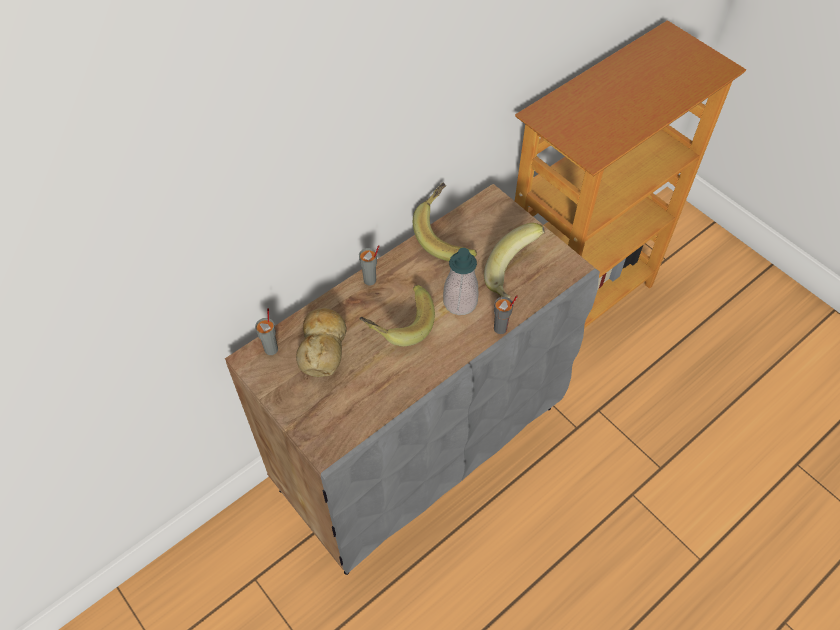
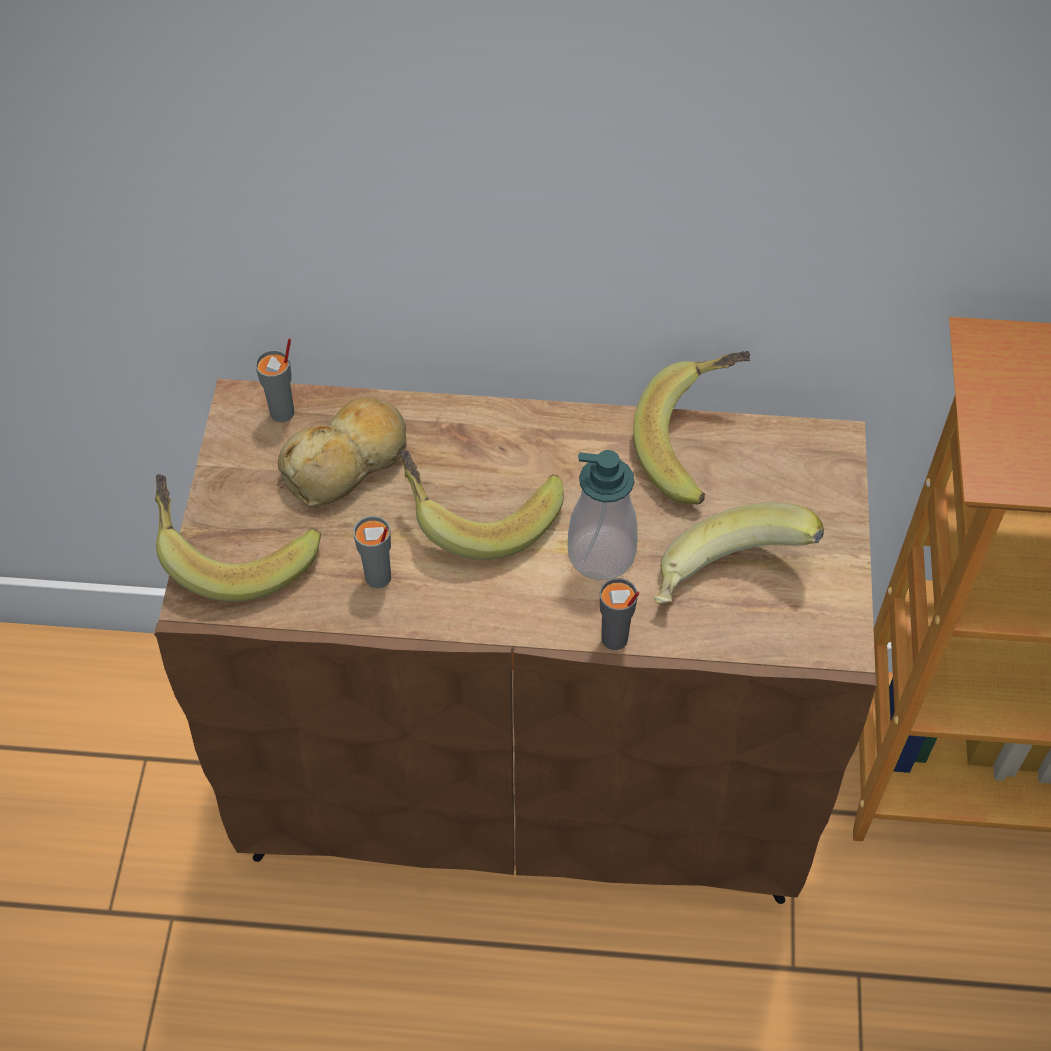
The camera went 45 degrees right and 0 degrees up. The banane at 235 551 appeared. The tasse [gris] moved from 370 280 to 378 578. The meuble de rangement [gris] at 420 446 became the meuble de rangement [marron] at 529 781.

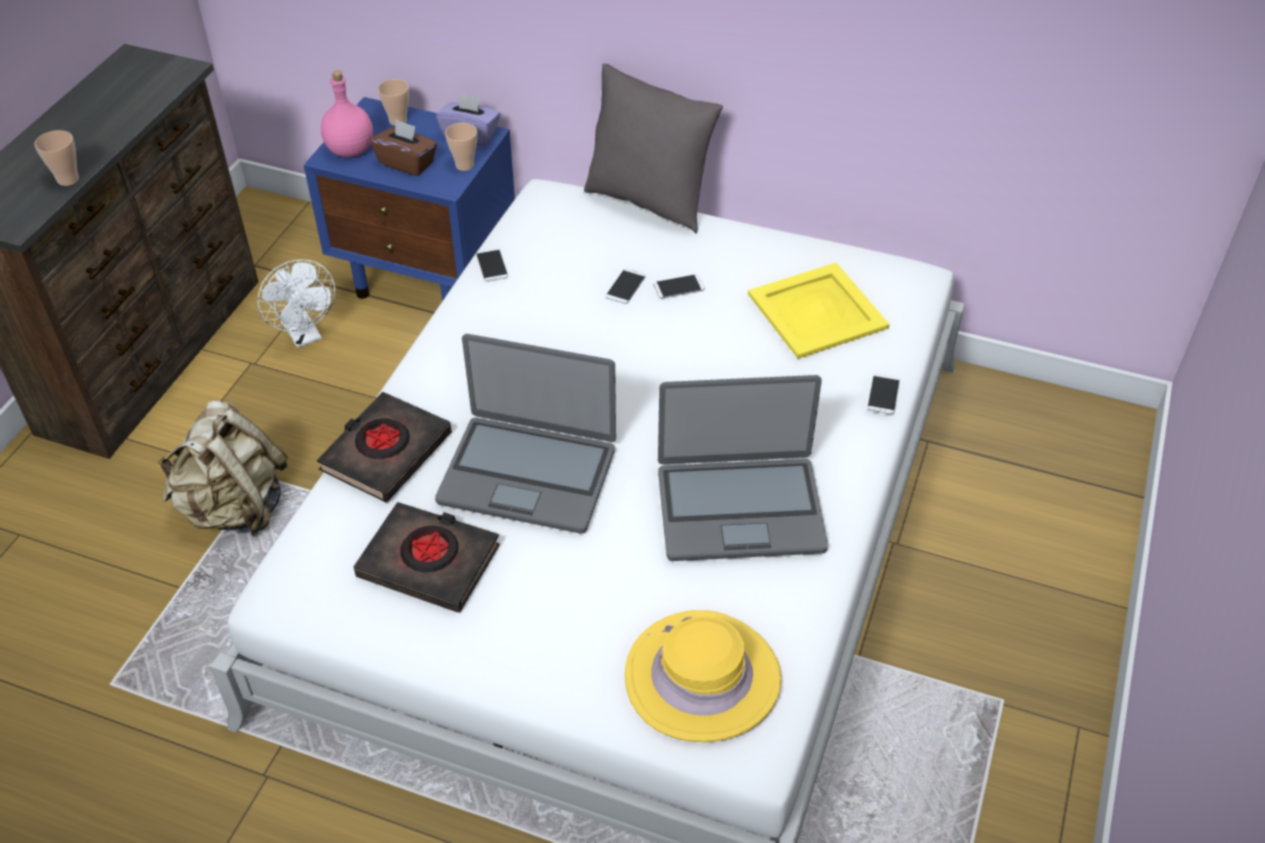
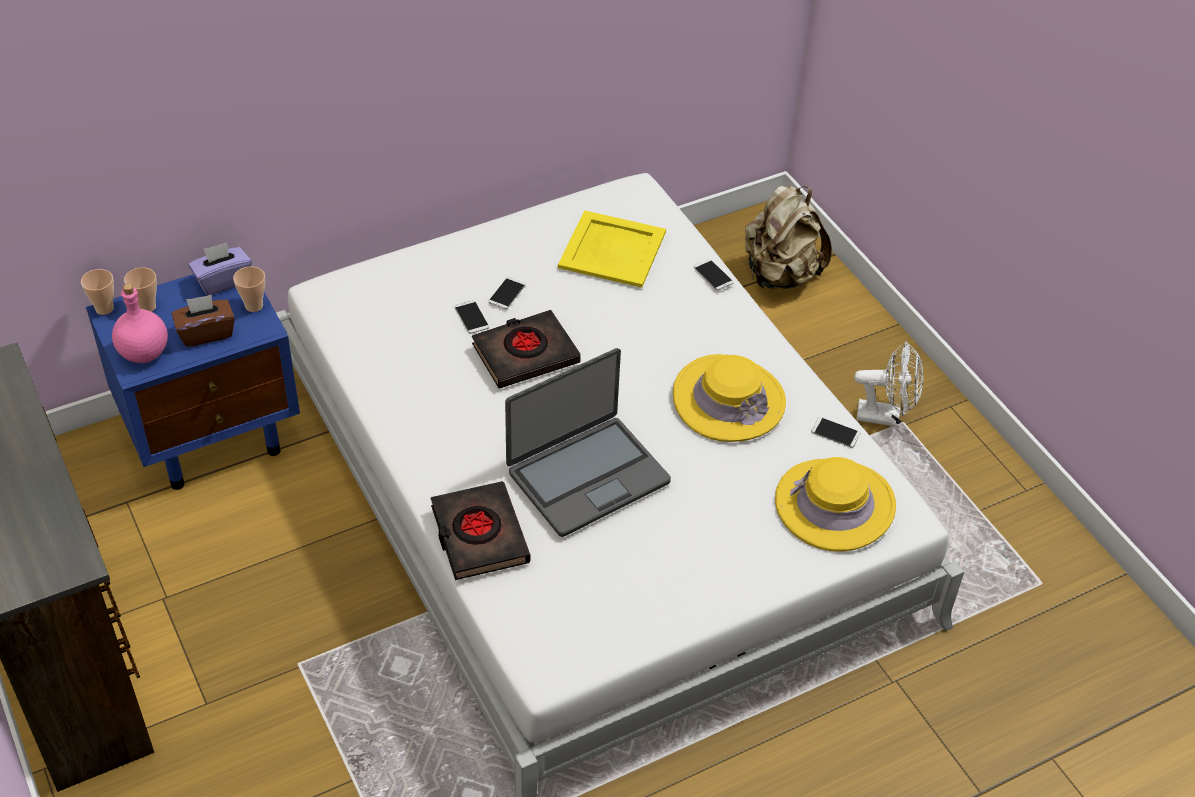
The camera went 50 degrees left and 0 degrees up. The coussin [gris] at 649 201 disappeared. The tasse moved from 68 179 to 104 308. The sac à dos [beige] moved from 235 508 to 780 275. The ventilateur [blanc] moved from 305 335 to 885 416. The livre [noir] moved from 429 562 to 525 354. The téléphone moved from 492 265 to 835 433. The ordinateur portable at 740 508 was replaced by the chapeau [jaune] at 728 400.

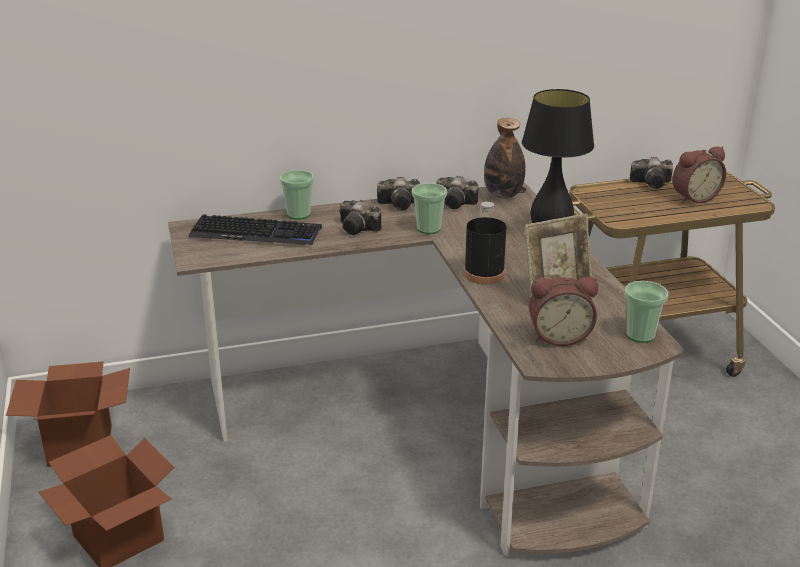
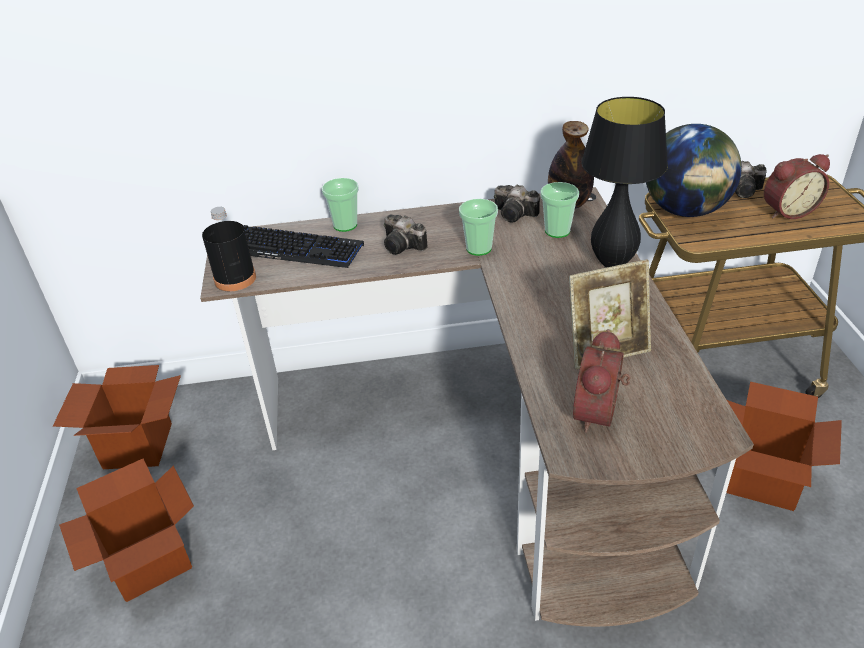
The camera went 10 degrees right and 10 degrees up. The appareil photo at 401 204 disappeared. The globe at 685 210 appeared. The carton at 762 479 appeared. The bouteille [noir] moved from 484 274 to 235 279. The tasse moved from 640 335 to 557 231. The réveil at 559 336 turned 105 degrees clockwise.

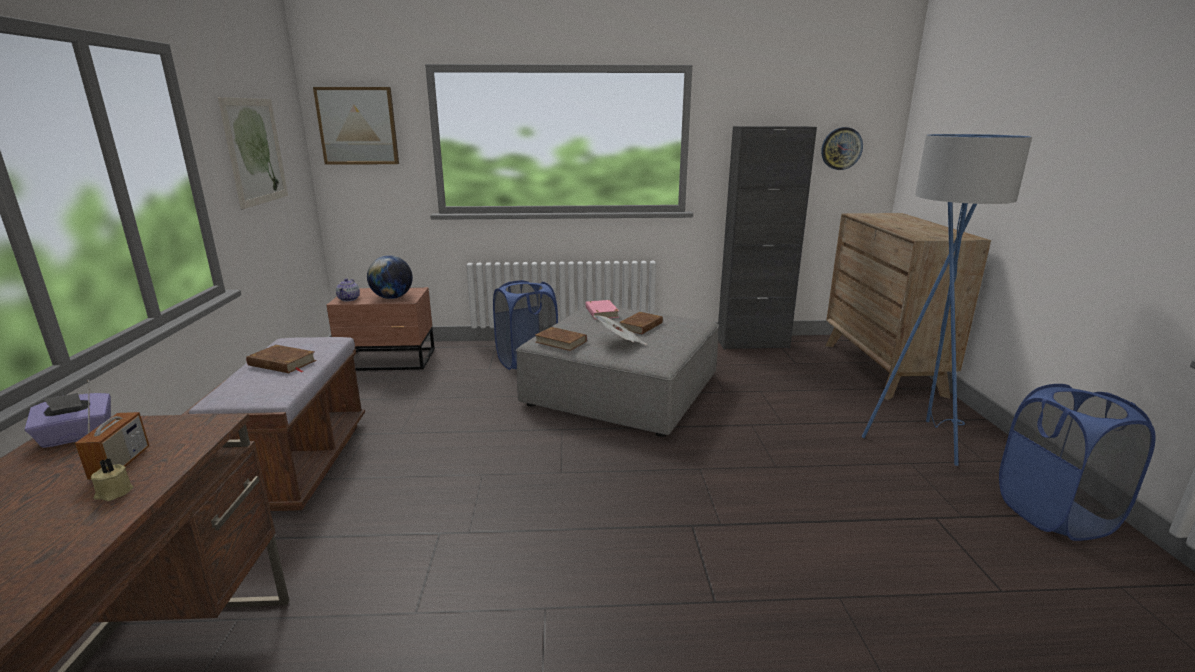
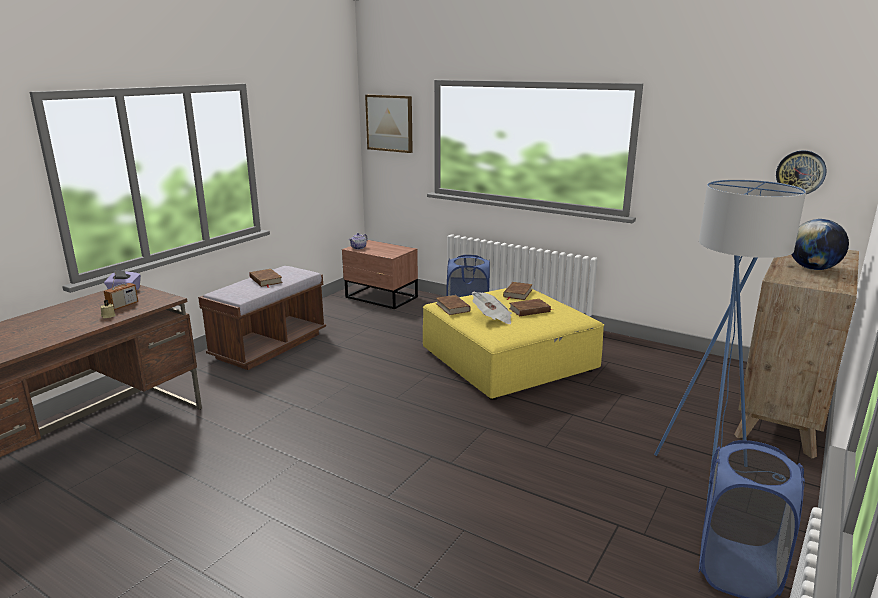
The camera went 35 degrees right and 0 degrees up. The tableau at 255 151 disappeared. The meuble de rangement [noir] at 752 343 disappeared. The globe moved from 392 297 to 813 268. The pouf [gris] at 622 390 became the pouf [jaune] at 508 360. The livre [rose] at 601 312 became the livre [marron] at 517 293.

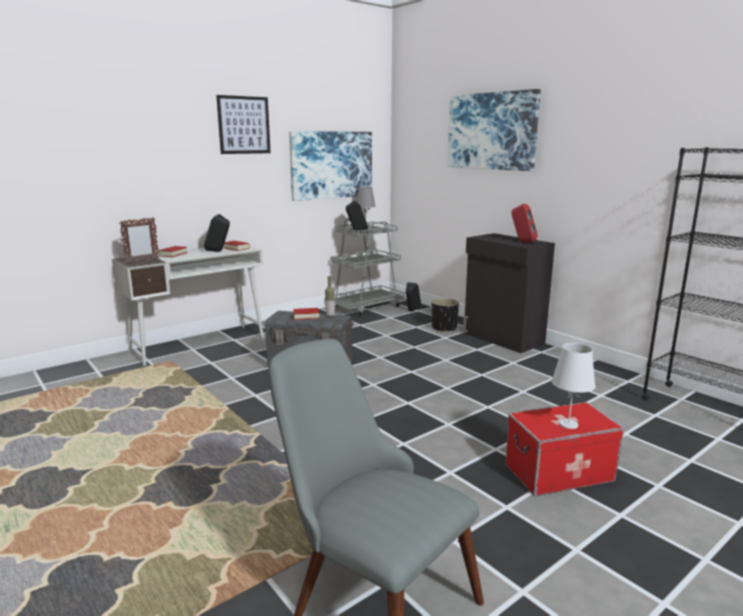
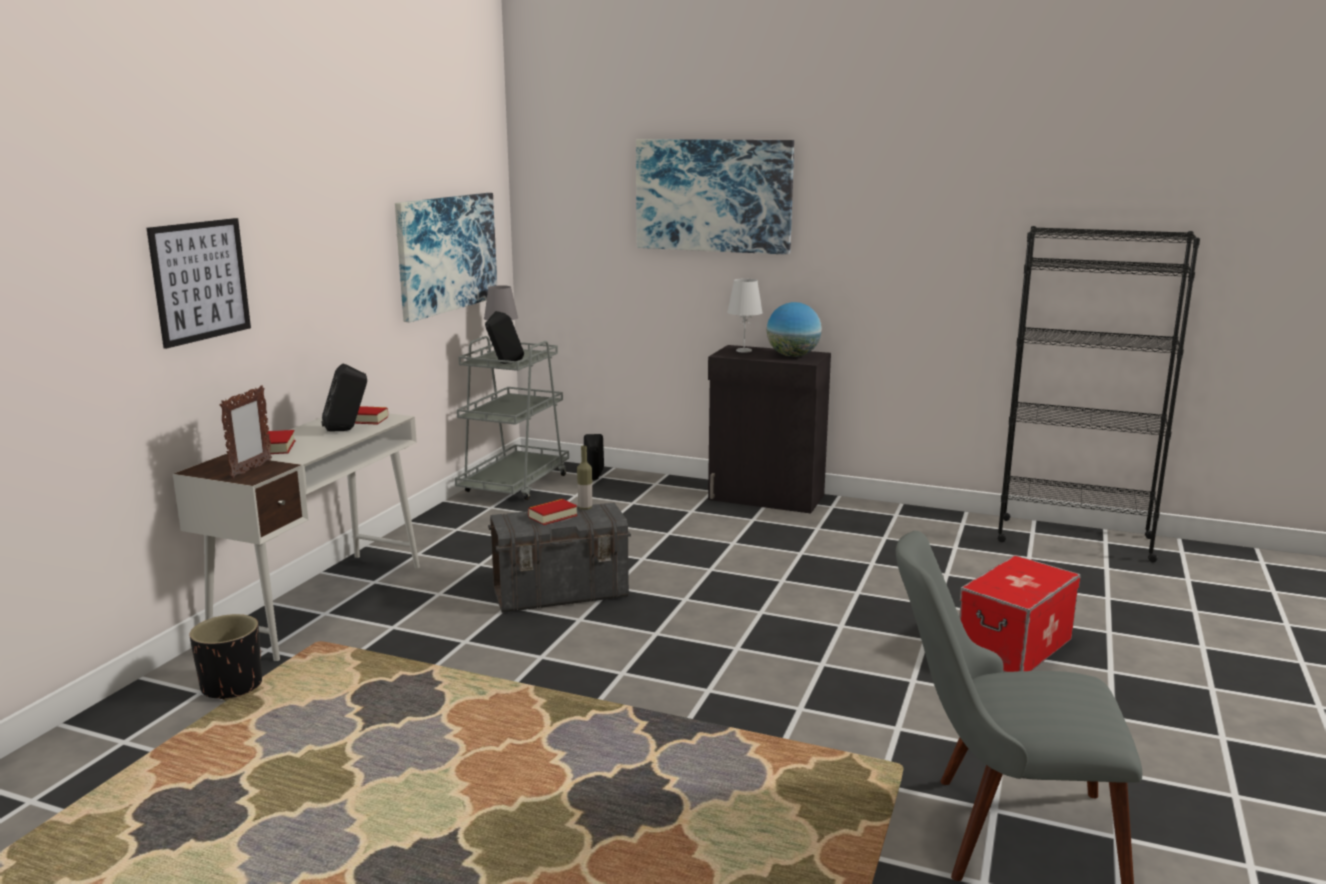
The camera went 30 degrees left and 0 degrees up. The tableau moved from 244 125 to 200 281. The cache-pot [noir] moved from 444 328 to 232 686. The lampe de table [blanc] moved from 568 424 to 744 350. The enceinte [rouge] at 522 242 was replaced by the globe at 793 356.

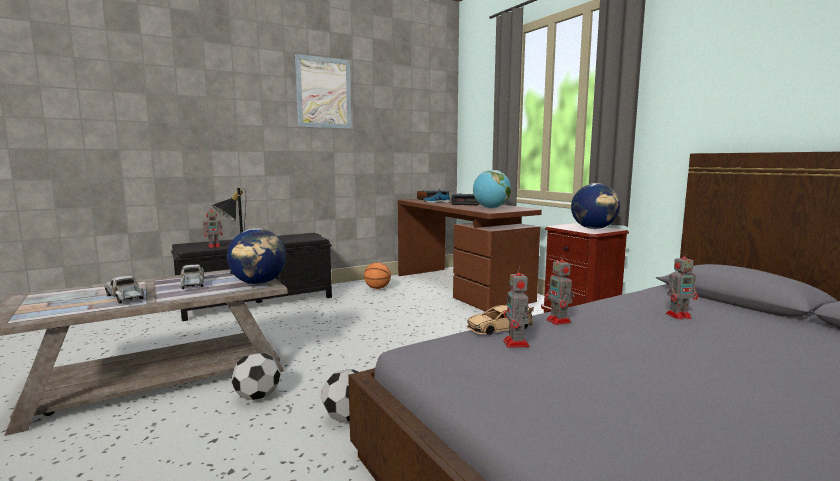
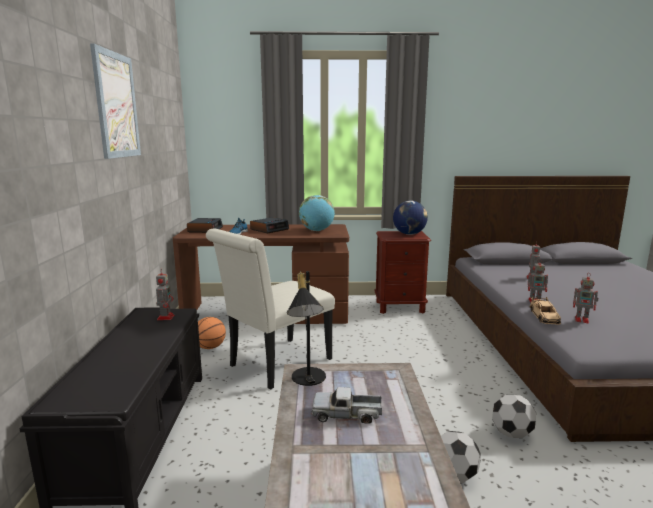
The camera went 60 degrees left and 5 degrees up. The camion jouet at 126 297 disappeared. The globe at 259 283 disappeared. The chaise [blanc] at 275 365 appeared. The robot jouet moved from 214 246 to 166 317.

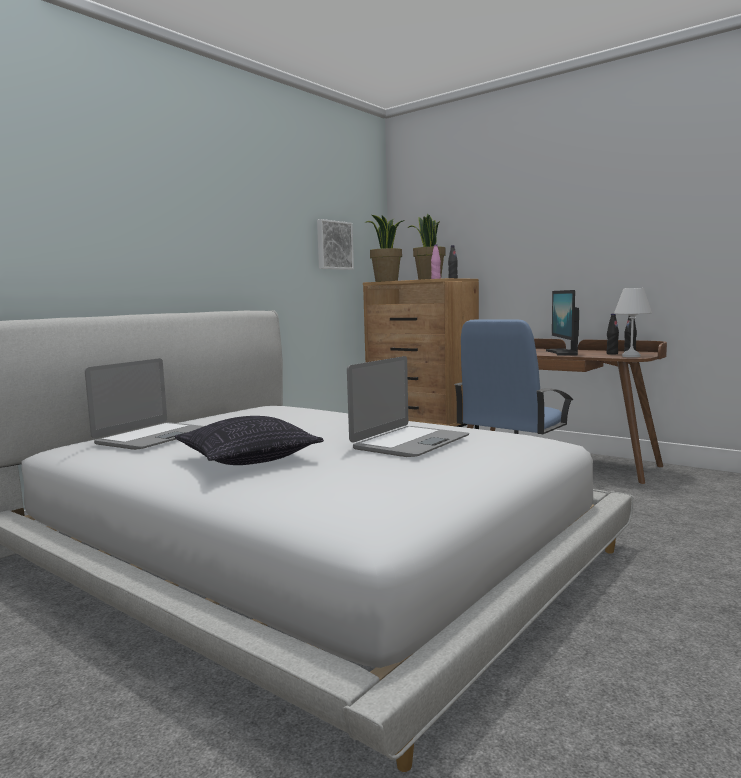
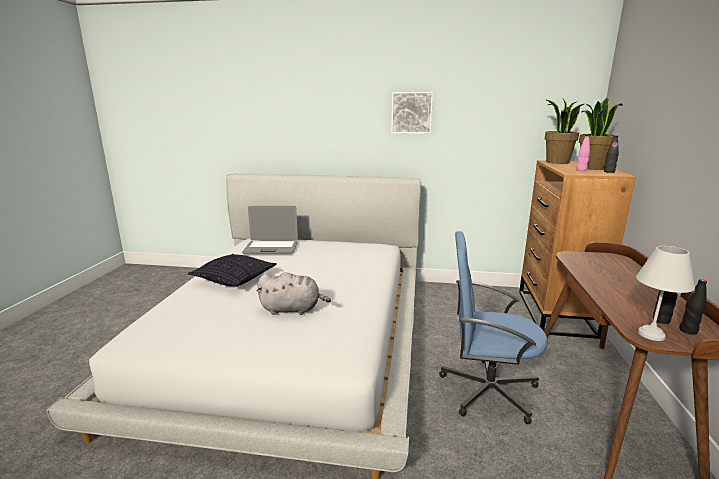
The camera went 60 degrees right and 10 degrees up. The écran d'ordinateur at 563 353 disappeared. The tableau moved from 333 245 to 411 113. The ordinateur portable at 409 443 was replaced by the peluche [gris] at 293 309.

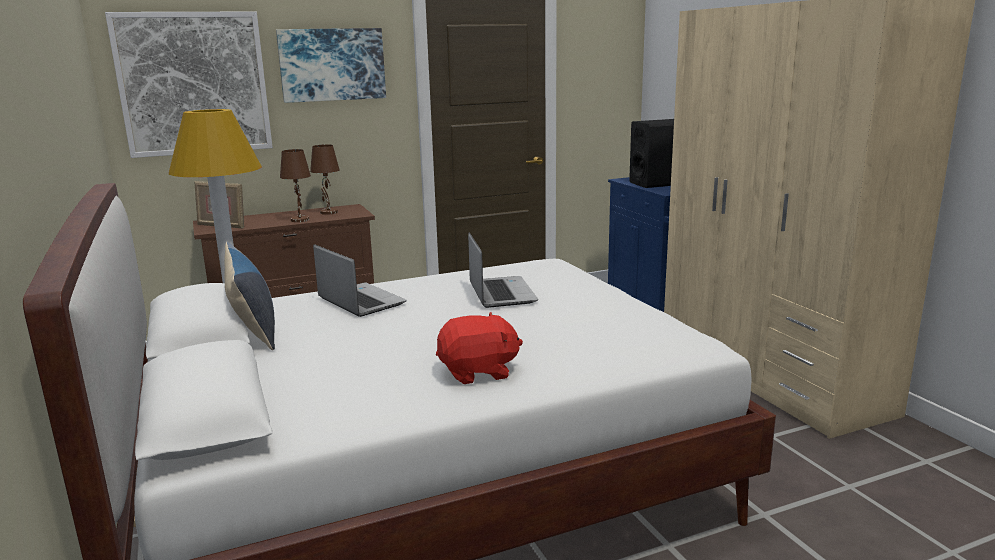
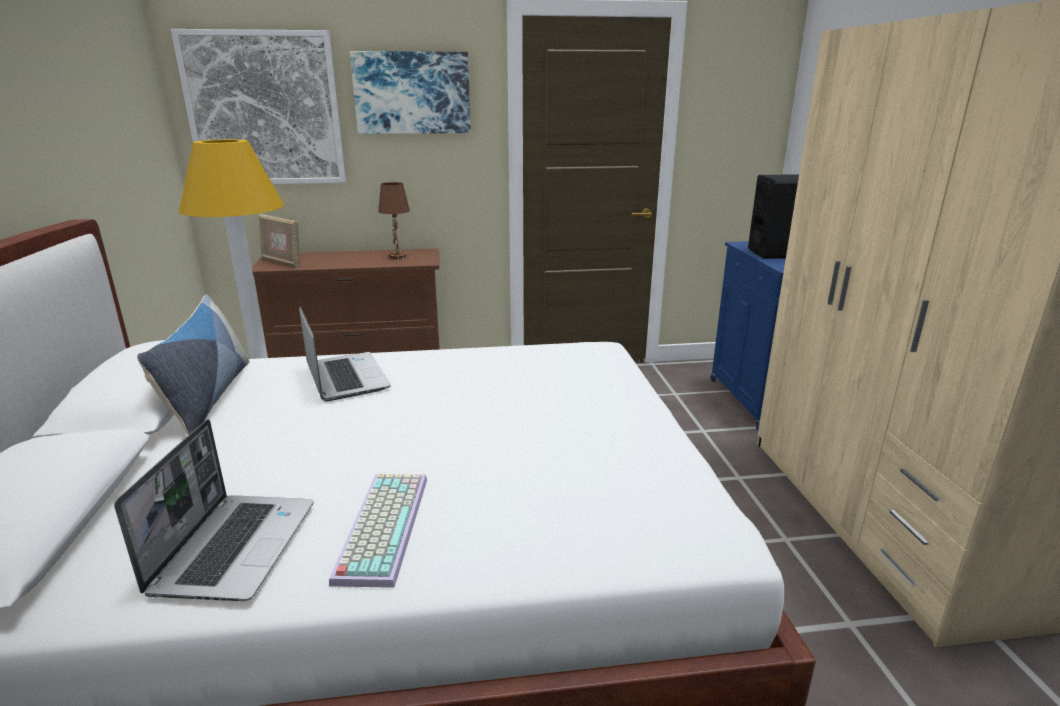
The camera went 15 degrees right and 5 degrees up. The lampe de table [marron] at 299 220 disappeared. The ordinateur portable moved from 500 293 to 235 546. The peluche [rouge] at 478 372 was replaced by the clavier at 381 525.

